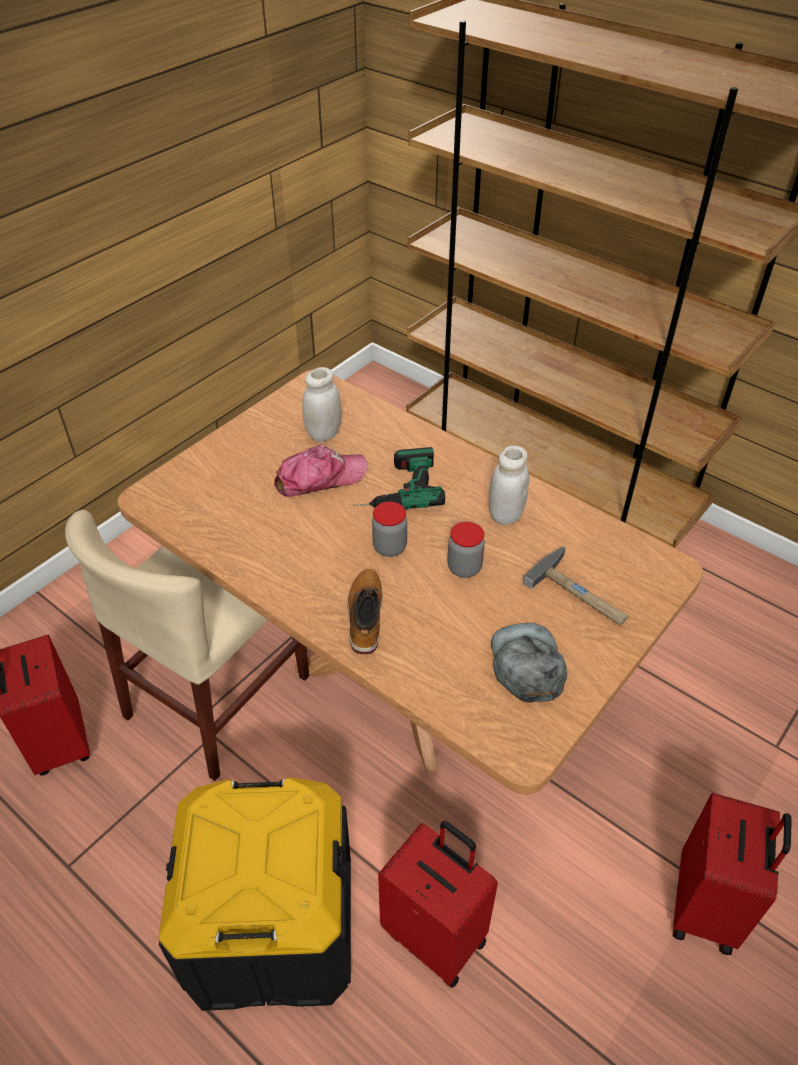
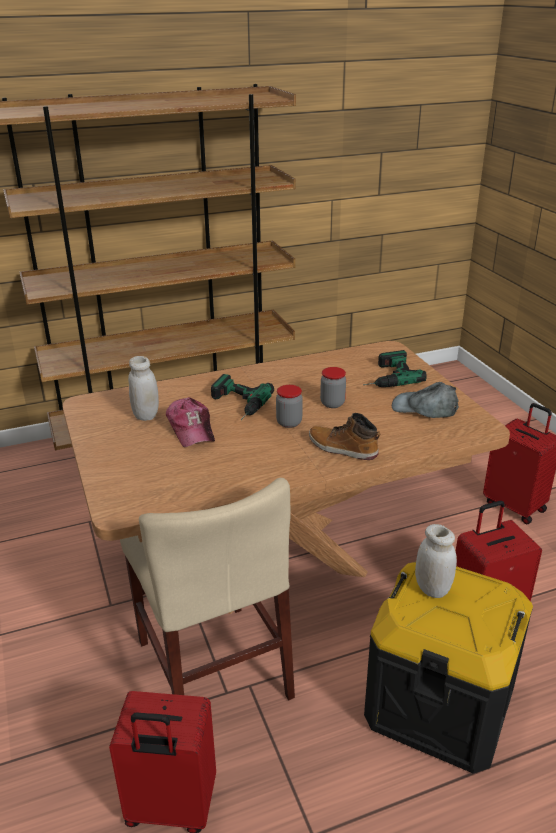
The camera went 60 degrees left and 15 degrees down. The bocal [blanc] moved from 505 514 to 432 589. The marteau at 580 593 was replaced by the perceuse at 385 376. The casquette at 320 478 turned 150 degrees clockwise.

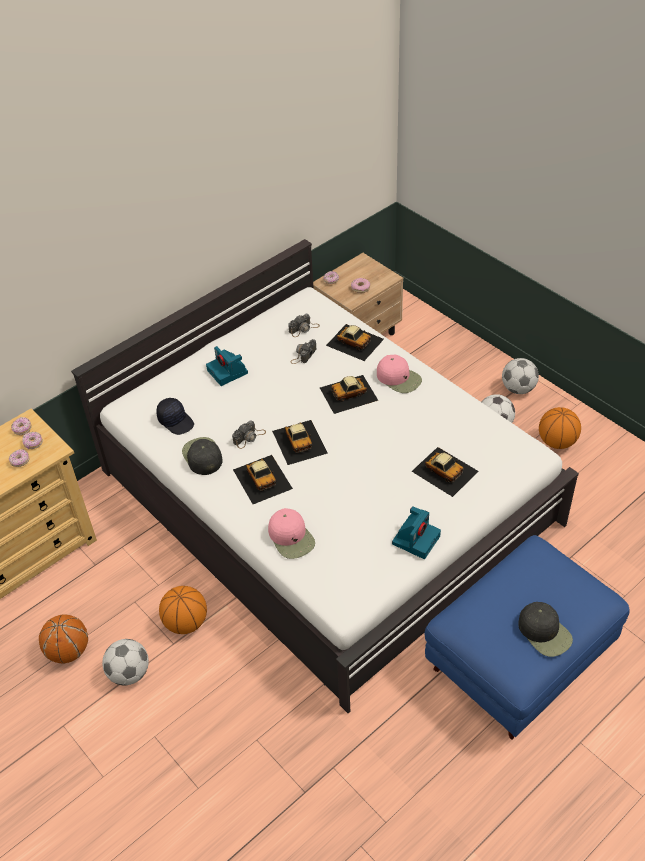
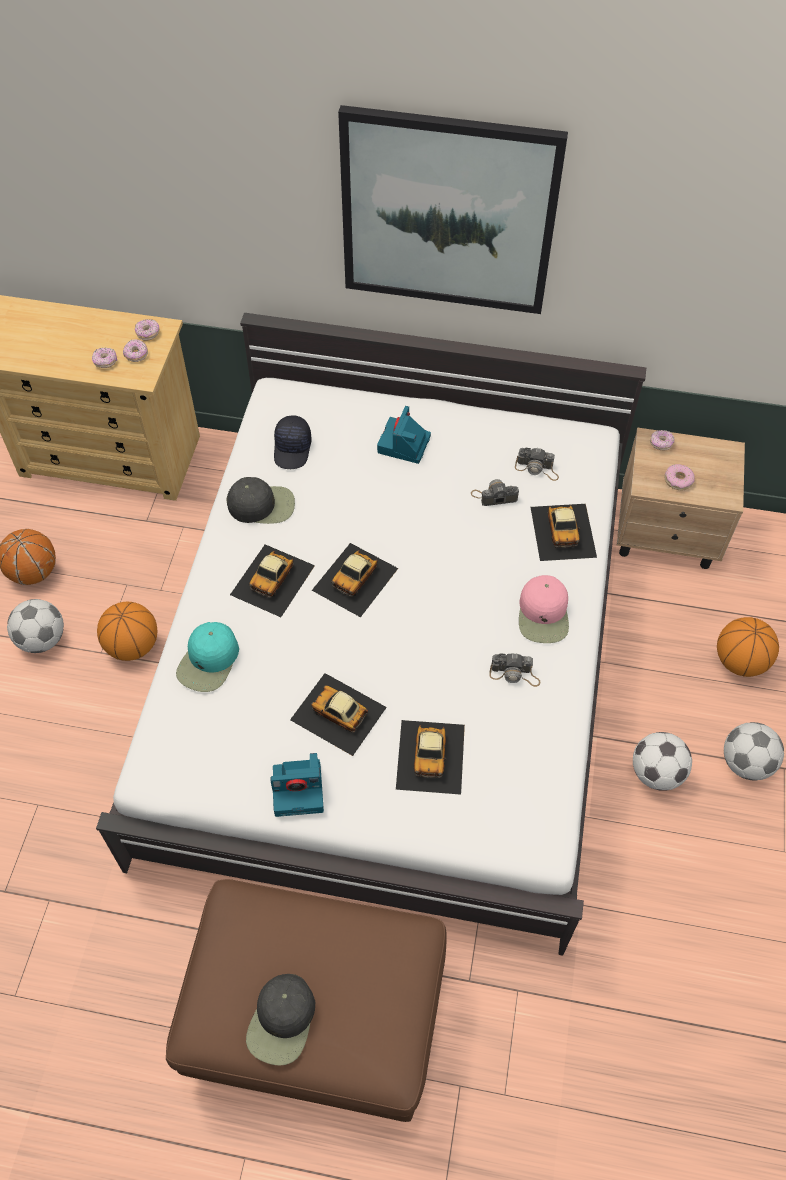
The camera went 50 degrees right and 10 degrees up. The tableau at 448 213 appeared. The appareil photo moved from 249 437 to 514 674. The petite voiture moved from 349 394 to 338 714. The ballon de basket moved from 556 442 to 739 661. The casquette [rose] at 291 537 became the casquette [turquoise] at 209 661. The pouf [bleu] at 519 658 became the pouf [marron] at 317 1015. The casquette [noir] at 202 456 turned 60 degrees clockwise.

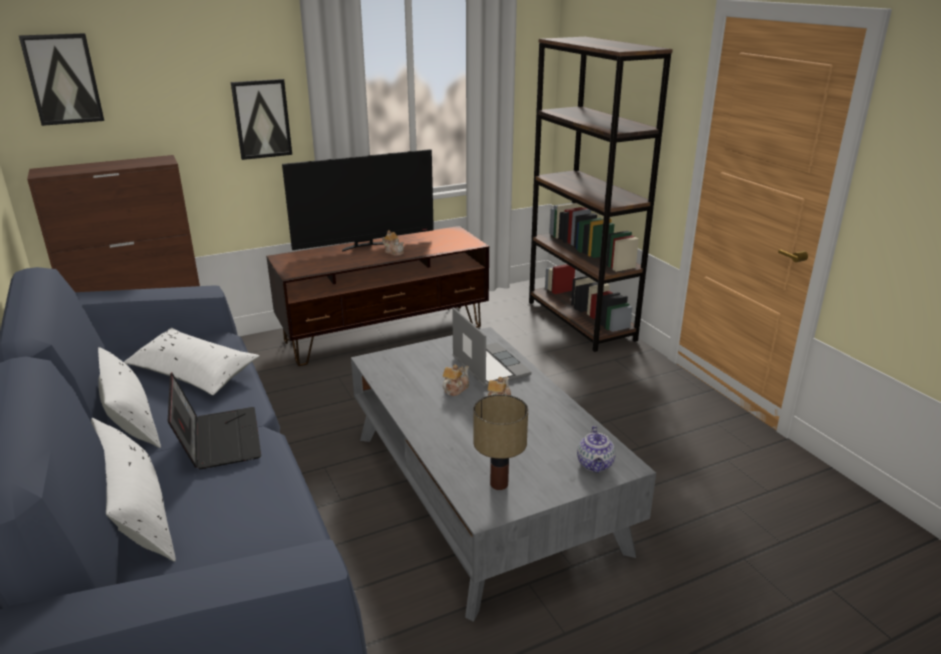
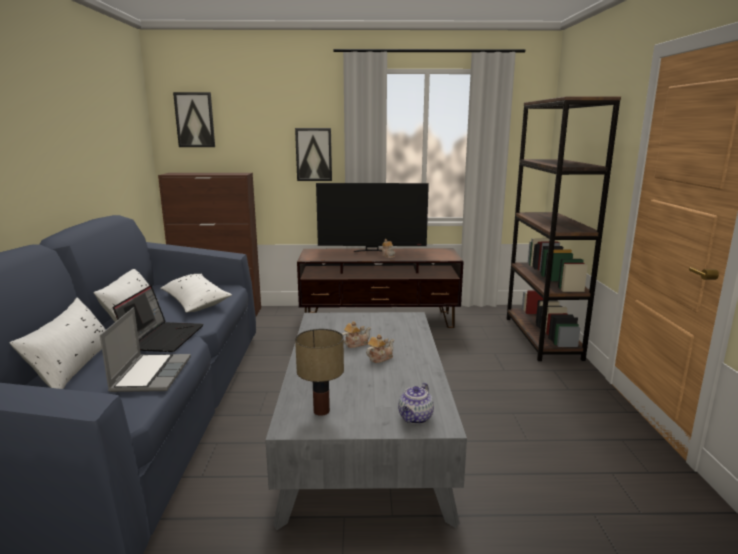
The camera went 25 degrees right and 10 degrees down. The ordinateur portable moved from 488 366 to 151 374.

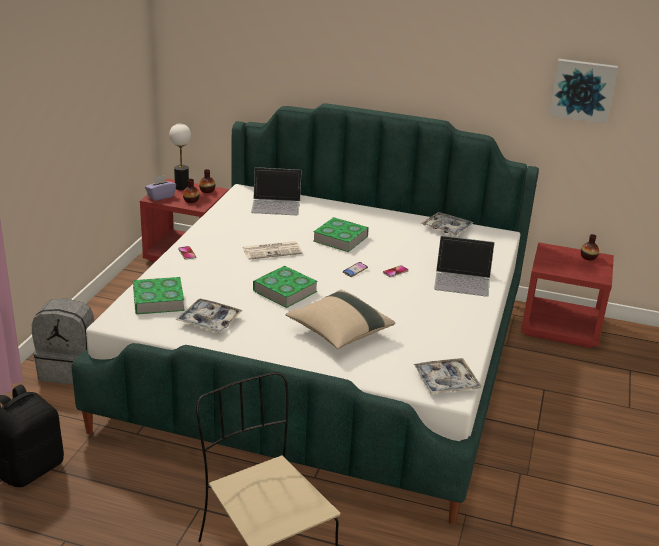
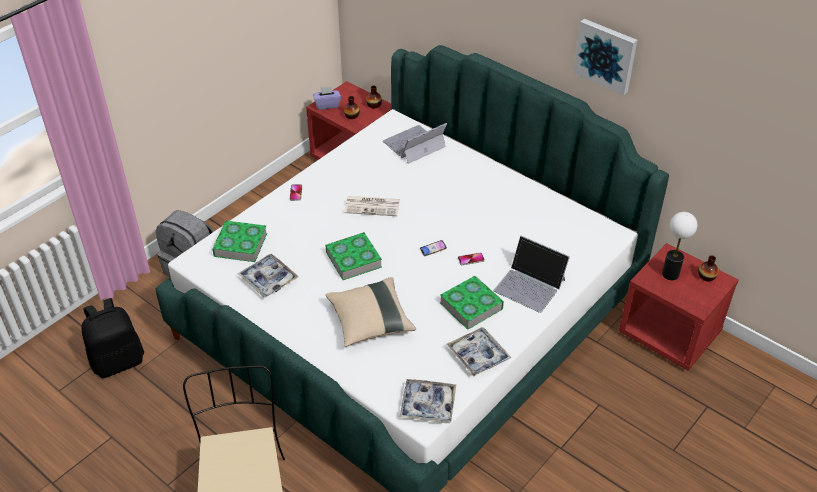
The camera went 25 degrees right and 15 degrees up. The lampe de table moved from 181 187 to 670 274. The livre moved from 340 239 to 471 306. The plateau moved from 446 228 to 478 355. The tableau moved from 582 90 to 606 55. The ordinateur portable at 276 204 turned 120 degrees clockwise.

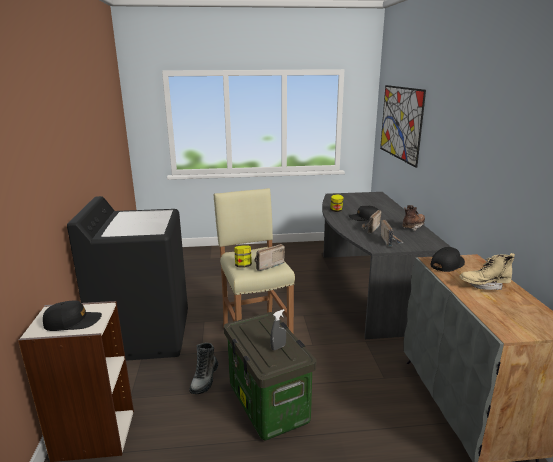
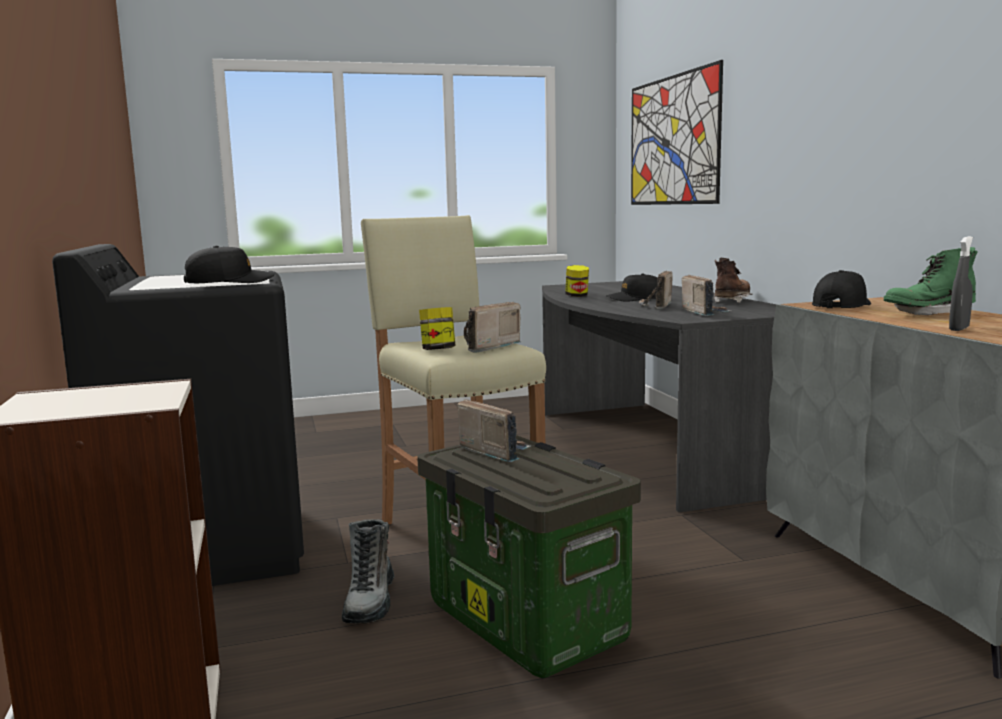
The camera went 10 degrees left and 10 degrees down. The radio at 494 451 appeared. The casquette [noir] moved from 73 322 to 229 282. The vaporisateur [gris] moved from 278 347 to 959 329. The botte [beige] at 484 285 became the botte [vert] at 928 315.

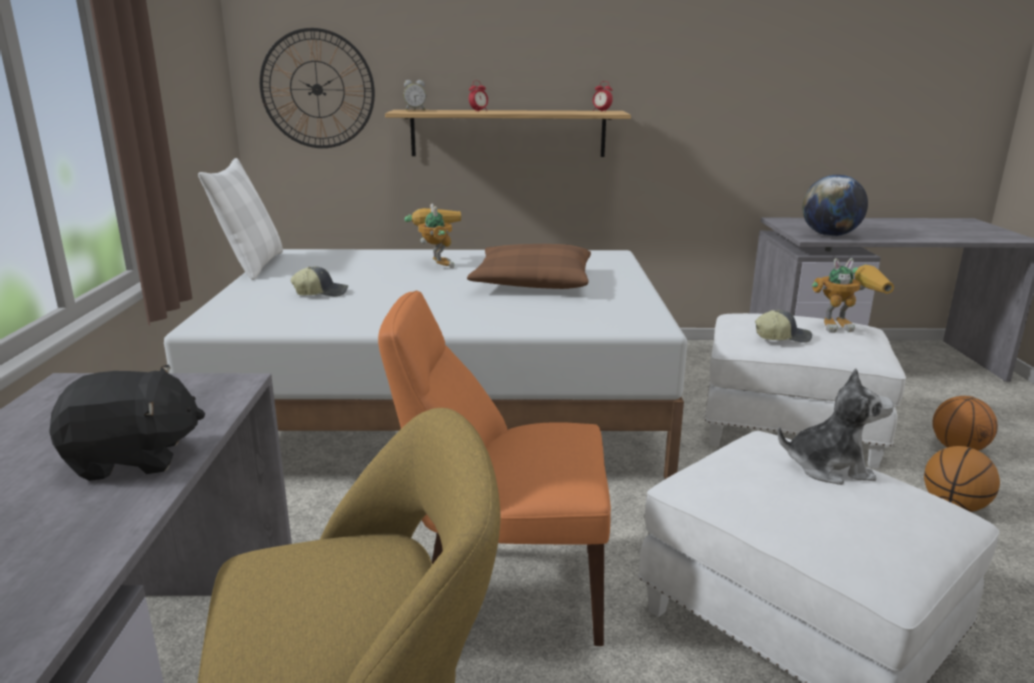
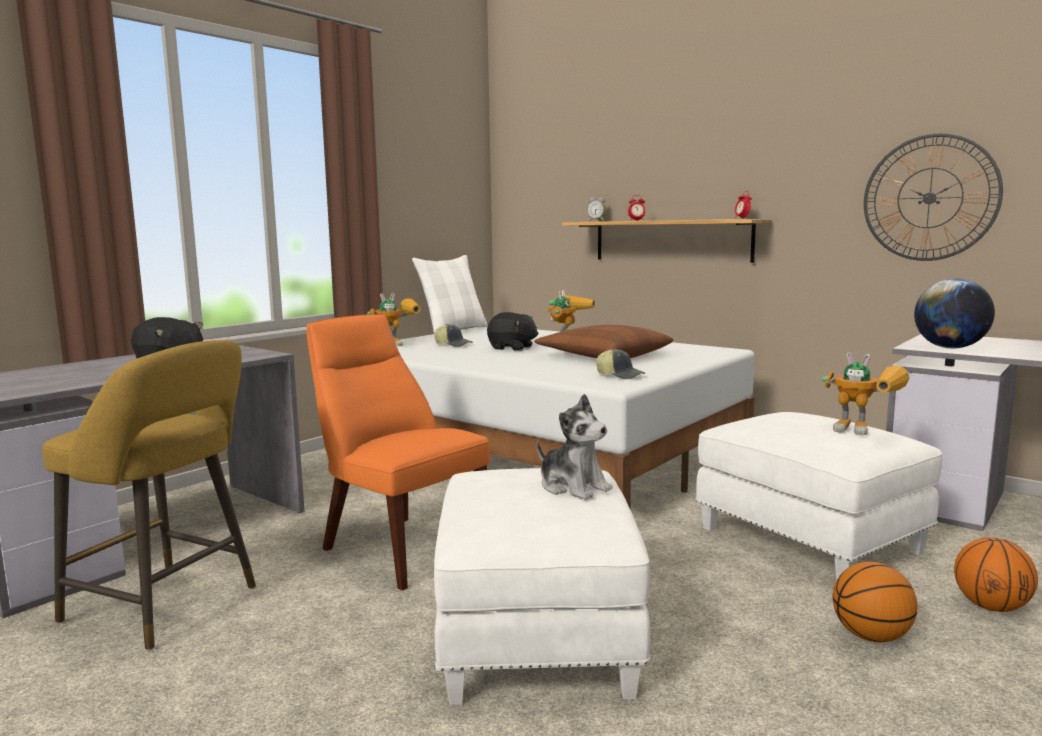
The camera went 40 degrees right and 10 degrees down. The robot jouet at 398 344 appeared. The peluche [noir] at 512 348 appeared. The horloge murale moved from 317 89 to 929 198. The casquette moved from 782 337 to 620 375.

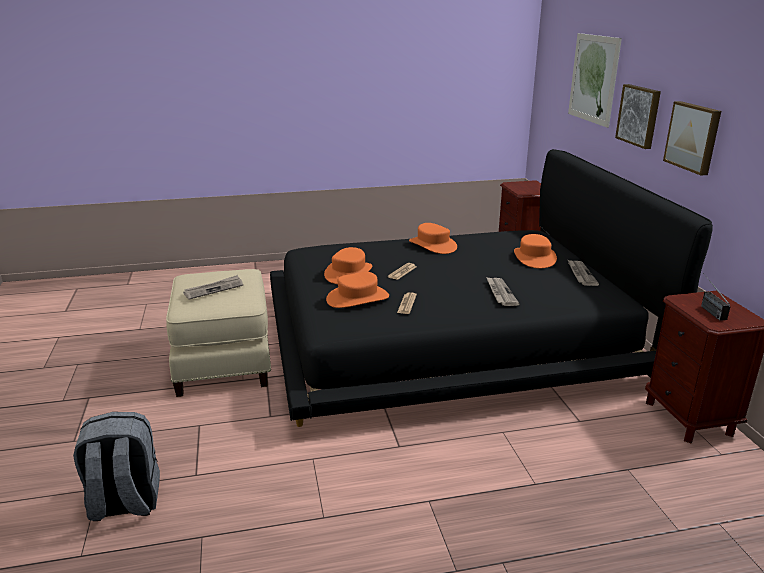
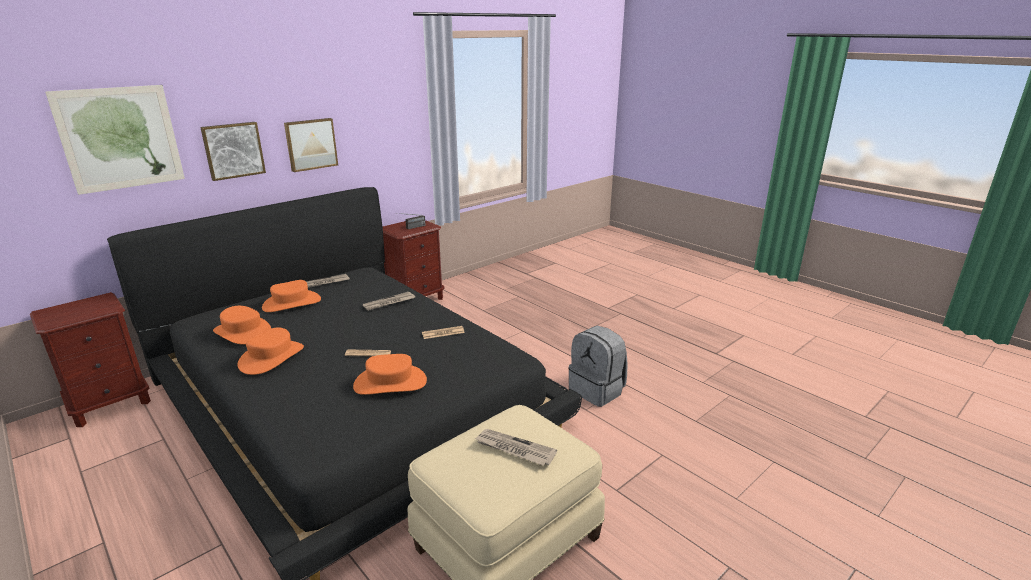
The camera went 120 degrees left and 0 degrees up. The sac à dos [gris] moved from 124 503 to 597 390. The chapeau [orange] moved from 357 298 to 243 332.

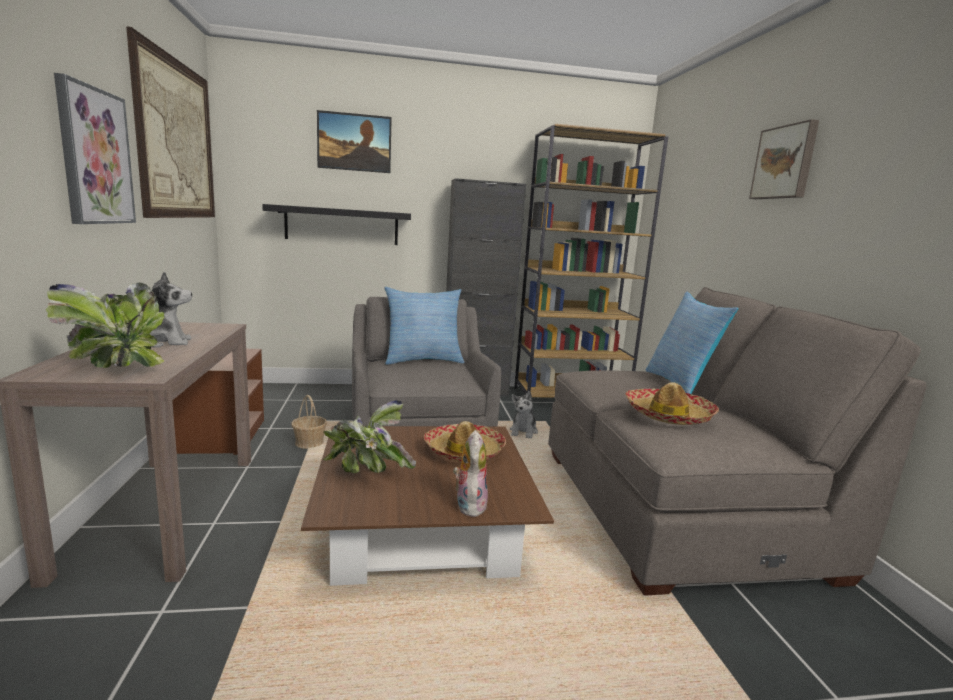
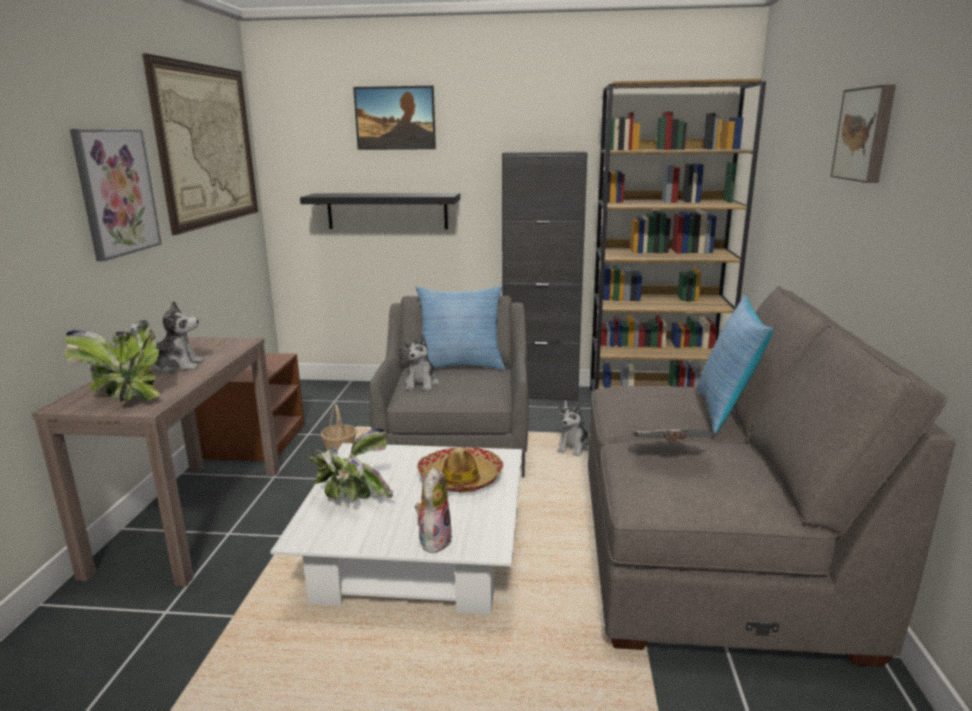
The camera went 15 degrees right and 5 degrees up. The peluche at 422 383 appeared. The chapeau at 669 415 was replaced by the journal at 669 455. The table basse [marron] at 424 528 became the table basse [blanc] at 417 554.

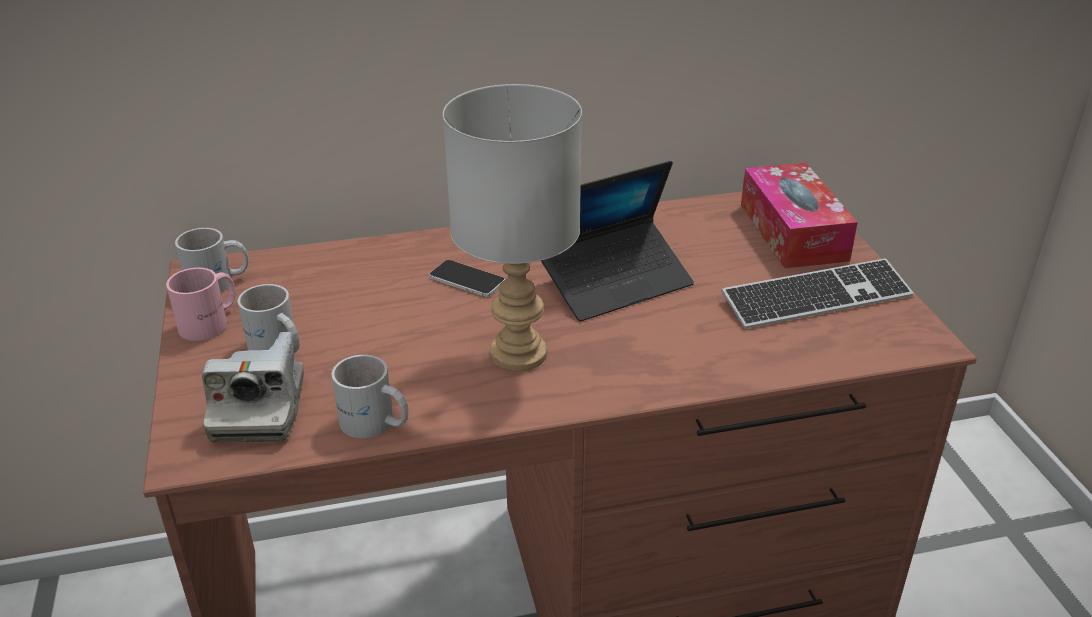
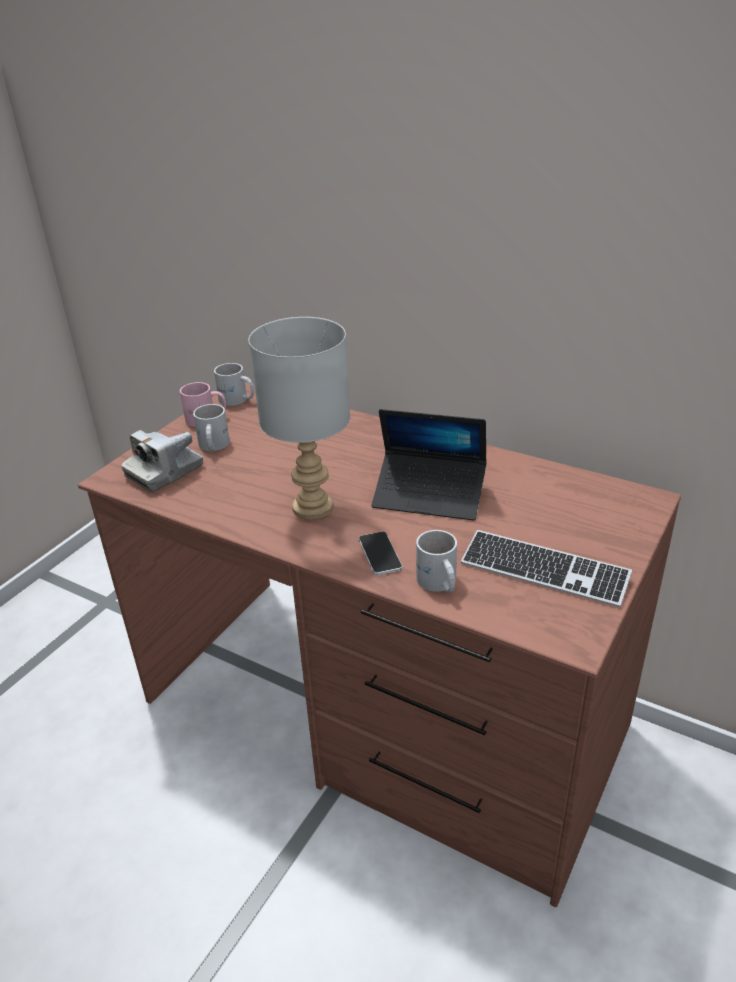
The camera went 45 degrees right and 0 degrees up. The boîte à mouchoirs at 793 232 disappeared. The mug [blanc] moved from 374 424 to 438 583. The téléphone moved from 467 280 to 380 554.

